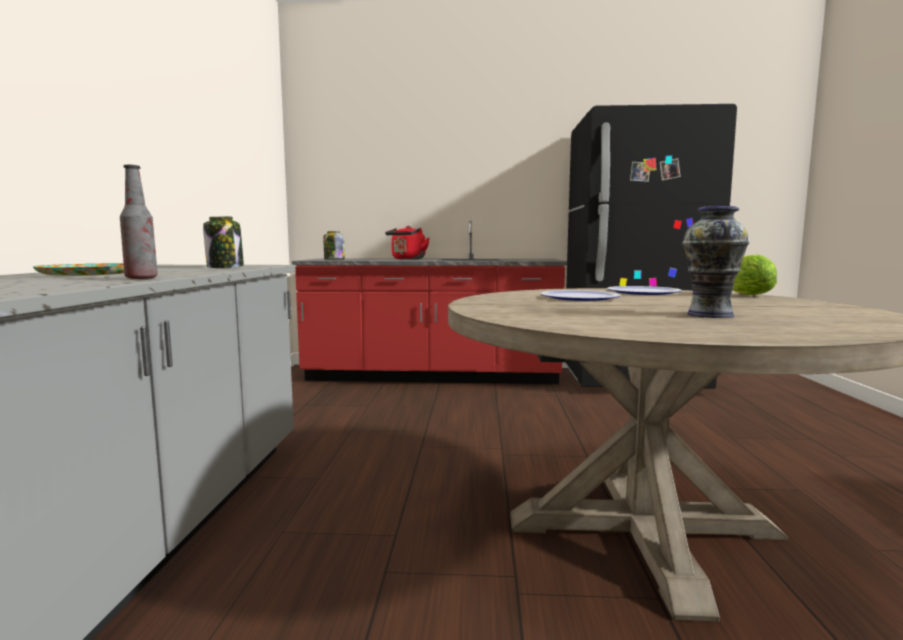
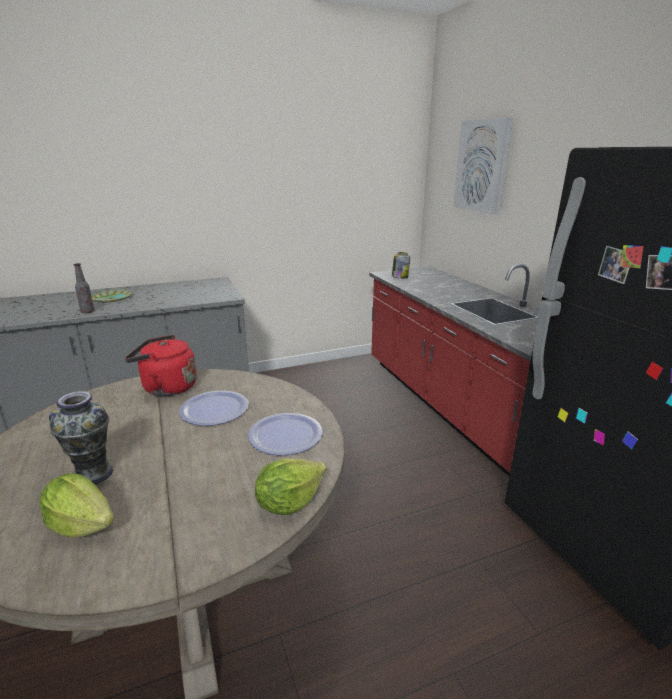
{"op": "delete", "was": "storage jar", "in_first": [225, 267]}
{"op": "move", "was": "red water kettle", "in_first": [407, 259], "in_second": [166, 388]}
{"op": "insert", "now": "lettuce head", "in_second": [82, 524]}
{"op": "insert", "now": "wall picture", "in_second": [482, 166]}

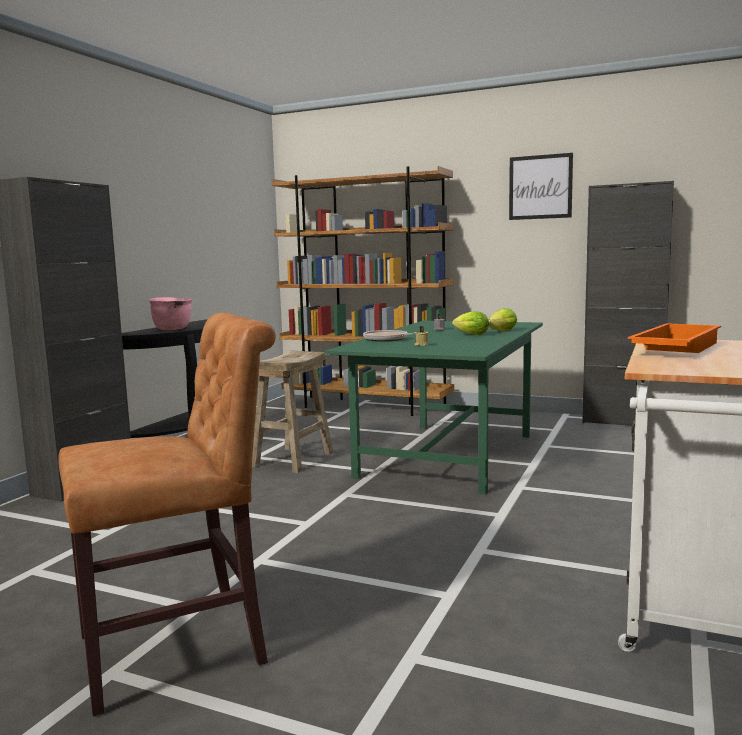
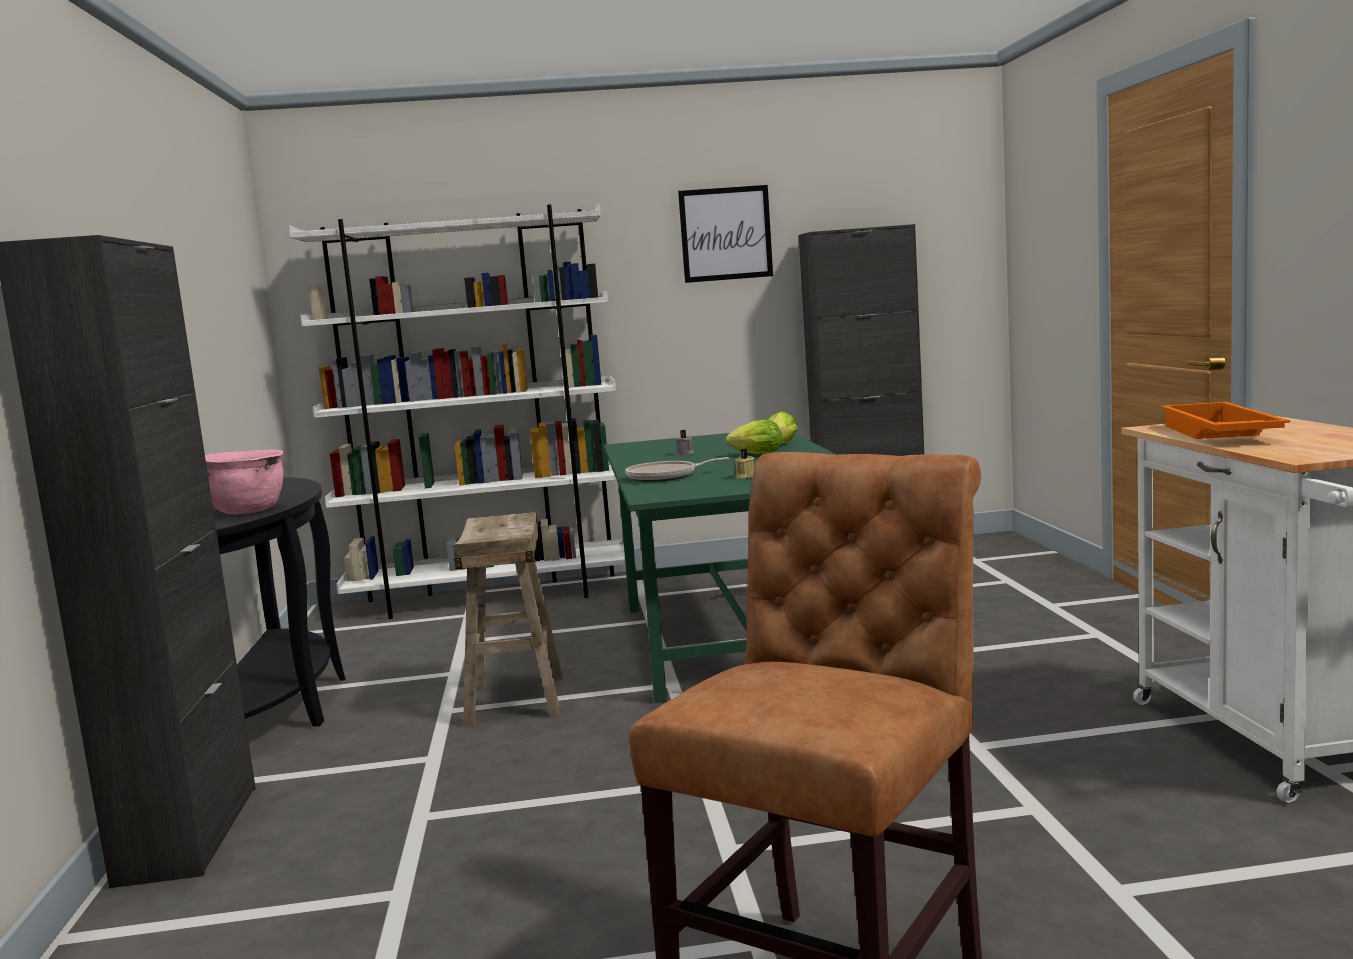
{"op": "recolor", "was": "brown-coloured bookshelf", "now": "white bookshelf", "in_first": [367, 406], "in_second": [492, 597]}

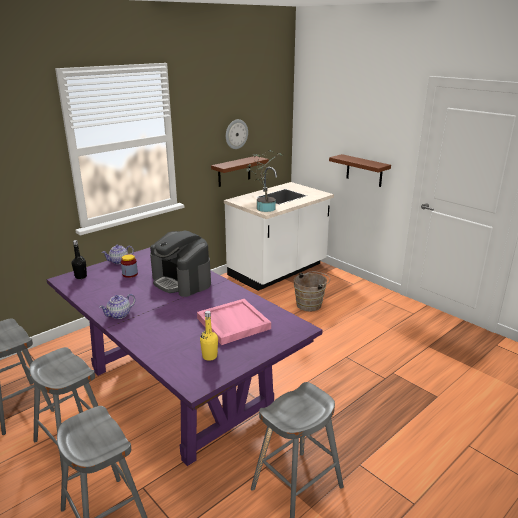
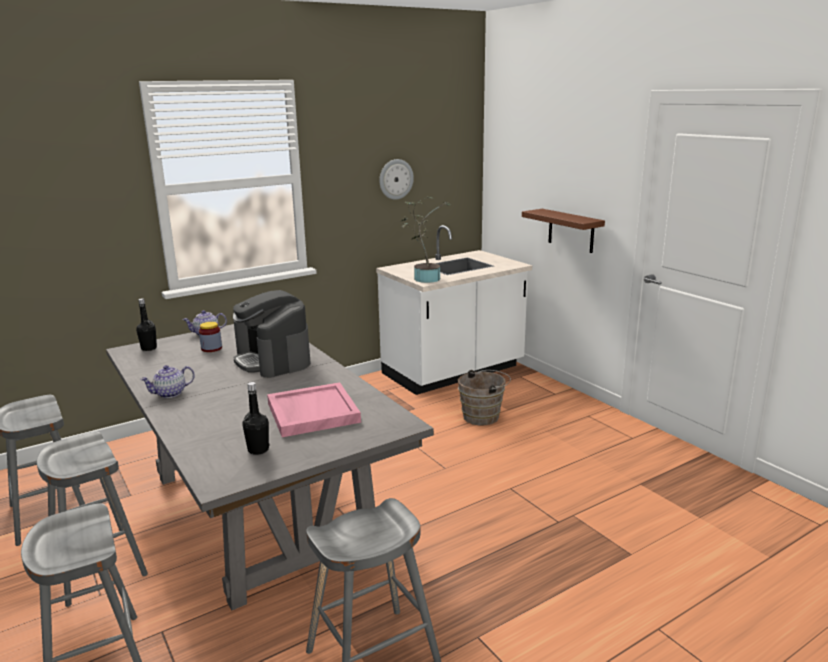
{"op": "recolor", "was": "purplish dinner table", "now": "gray dinner table", "in_first": [180, 390], "in_second": [261, 512]}
{"op": "recolor", "was": "yellow bottle", "now": "blackish bottle", "in_first": [209, 356], "in_second": [258, 450]}
{"op": "delete", "was": "brown-coloured bracket shelf", "in_first": [234, 171]}

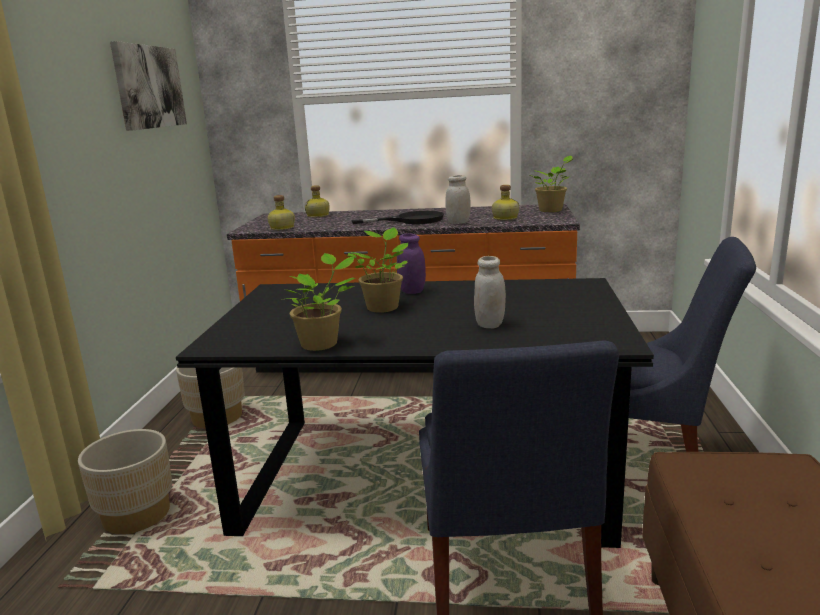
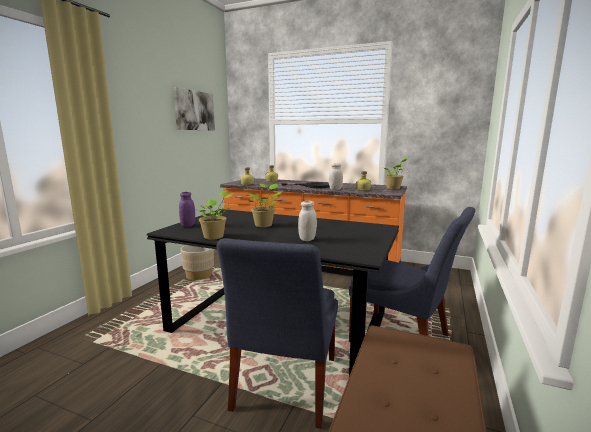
{"op": "delete", "was": "beige planter", "in_first": [136, 515]}
{"op": "move", "was": "purplish storage jar", "in_first": [412, 291], "in_second": [188, 225]}

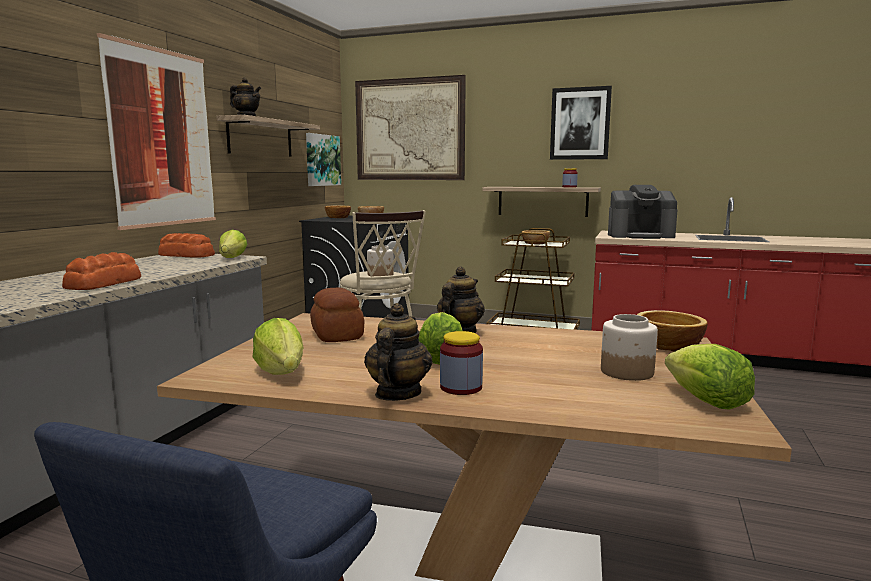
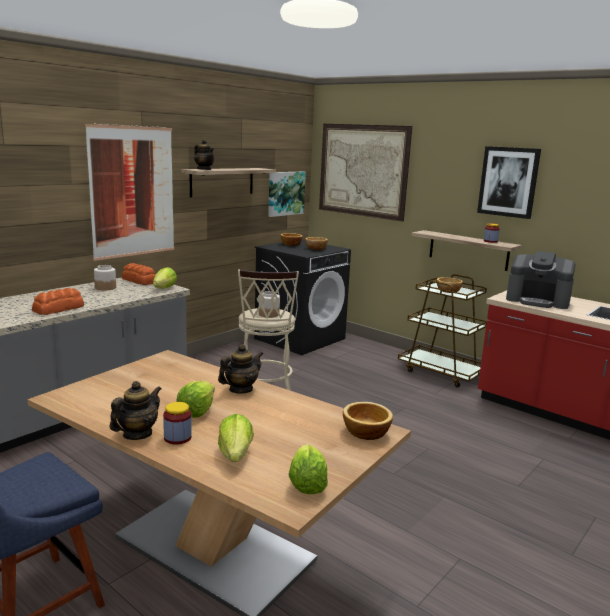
{"op": "move", "was": "lettuce head", "in_first": [282, 372], "in_second": [235, 455]}
{"op": "delete", "was": "baked bread", "in_first": [338, 334]}
{"op": "move", "was": "storage jar", "in_first": [626, 372], "in_second": [105, 287]}

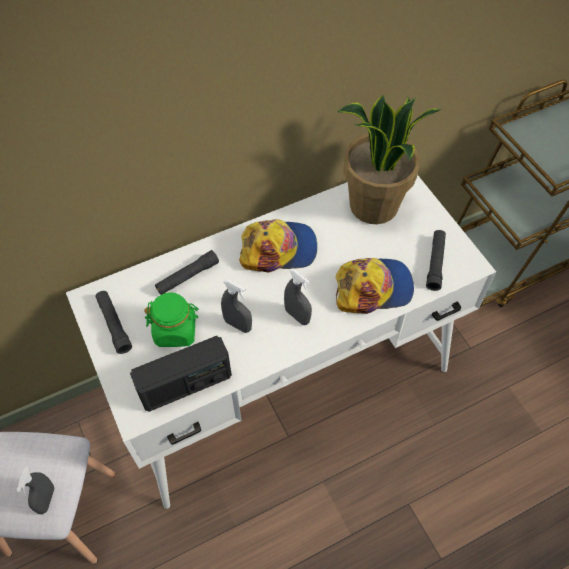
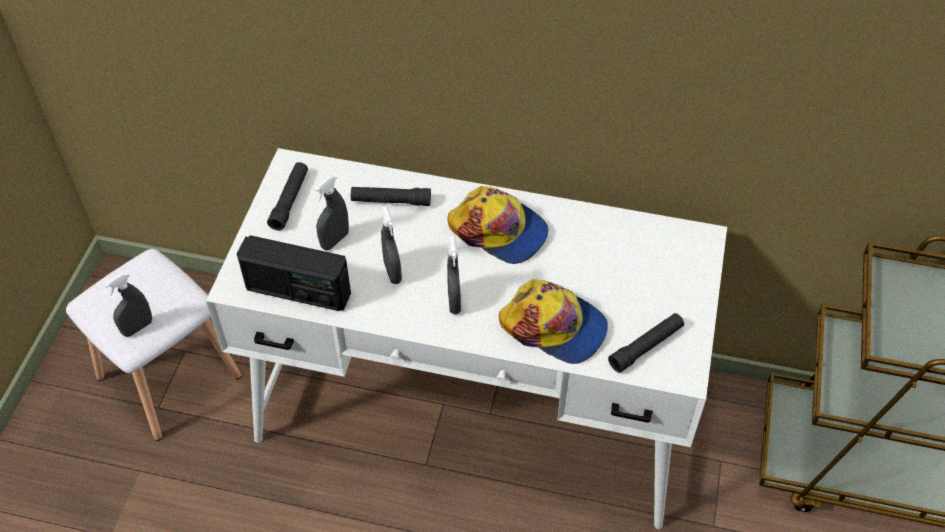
{"op": "replace", "was": "green-coloured storage jar", "now": "gray hand sprayer", "in_first": [176, 330], "in_second": [335, 240]}
{"op": "delete", "was": "potted plant", "in_first": [373, 206]}

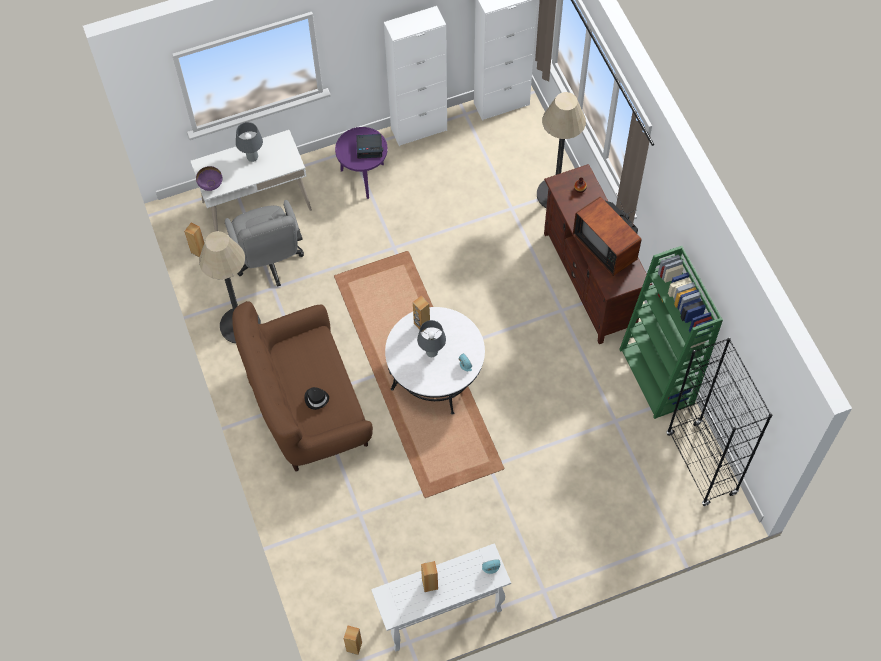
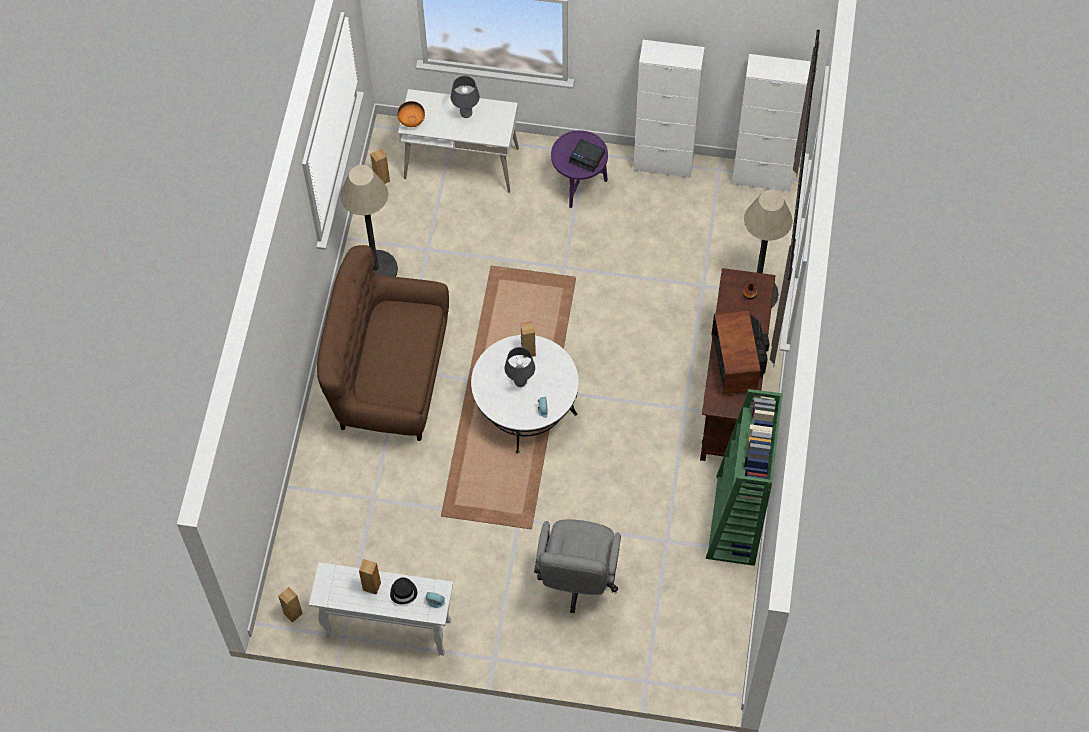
{"op": "recolor", "was": "purplish serving bowl", "now": "orangey serving bowl", "in_first": [211, 185], "in_second": [411, 122]}
{"op": "move", "was": "gray computer chair", "in_first": [270, 262], "in_second": [577, 581]}
{"op": "move", "was": "blackish wearable hat", "in_first": [316, 398], "in_second": [403, 592]}
{"op": "delete", "was": "blackish bookshelf", "in_first": [701, 464]}

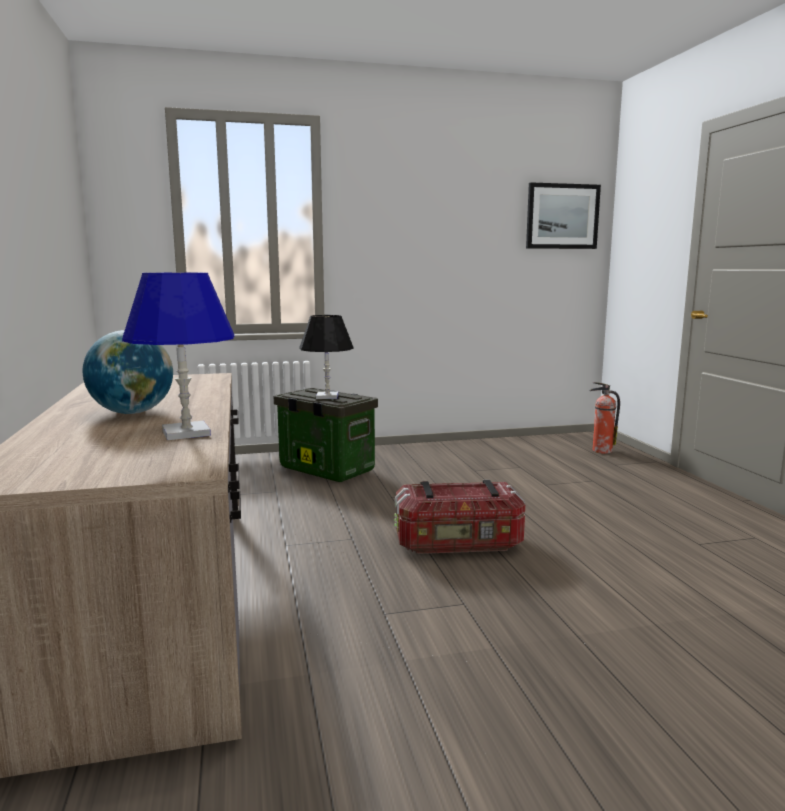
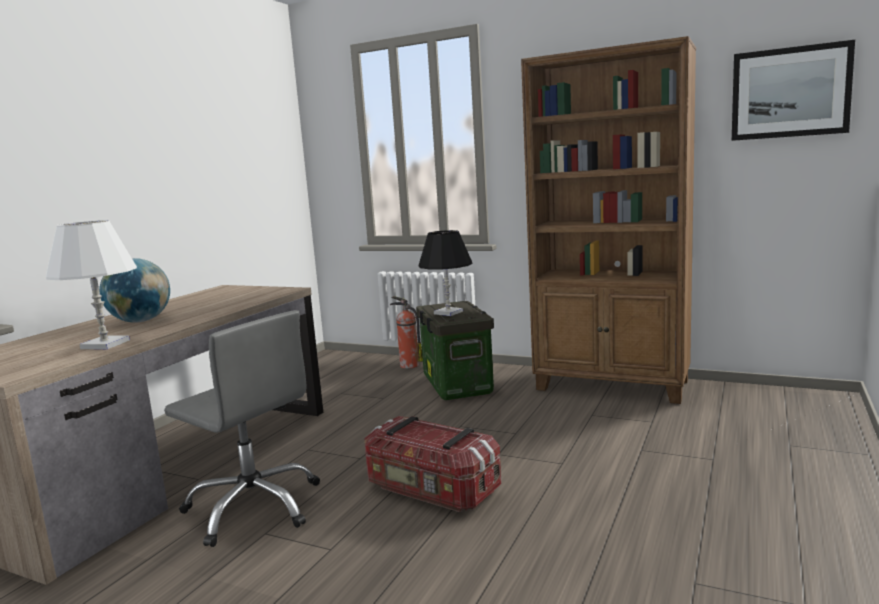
{"op": "recolor", "was": "bluish lamp for a table", "now": "white lamp for a table", "in_first": [186, 433], "in_second": [105, 344]}
{"op": "move", "was": "fire extinguisher", "in_first": [601, 451], "in_second": [408, 365]}
{"op": "insert", "now": "gray computer chair", "in_second": [254, 506]}
{"op": "insert", "now": "brown-coloured bookshelf", "in_second": [612, 385]}

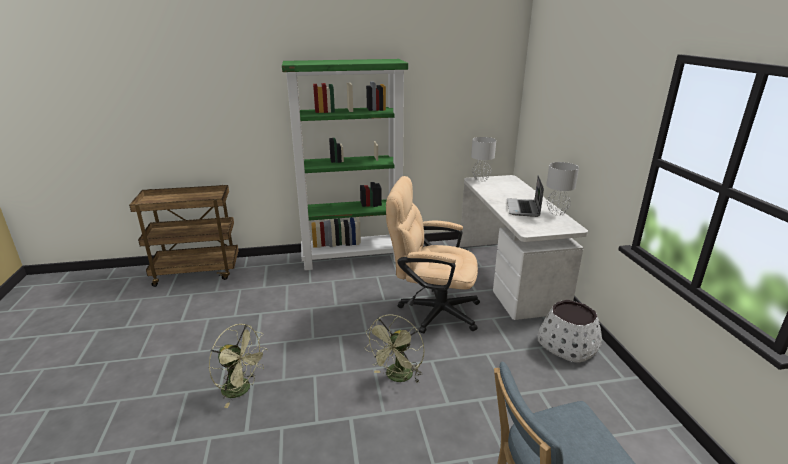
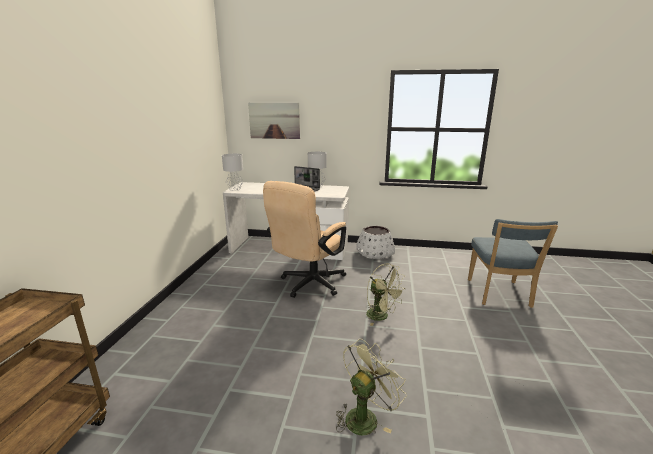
{"op": "delete", "was": "green-coloured bookshelf", "in_first": [353, 258]}
{"op": "insert", "now": "wall picture", "in_second": [274, 120]}

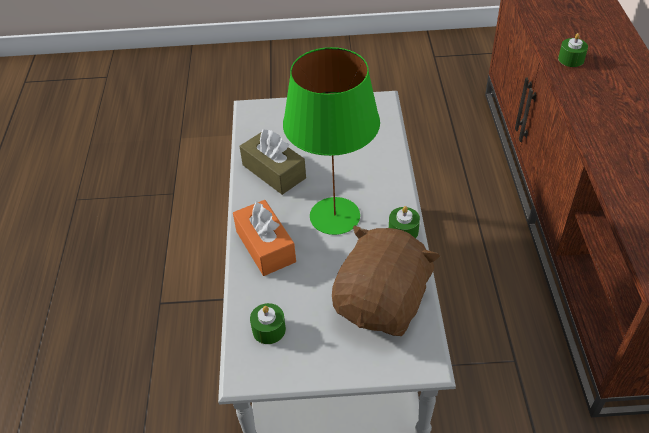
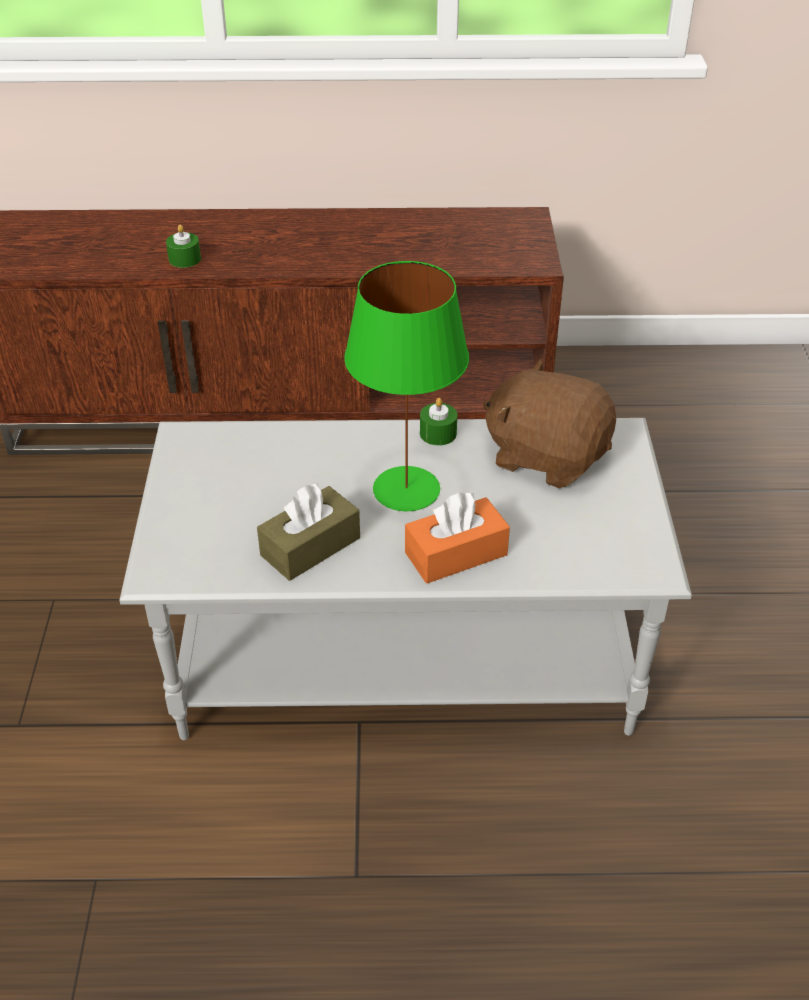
{"op": "delete", "was": "green-coloured wax candle", "in_first": [269, 329]}

